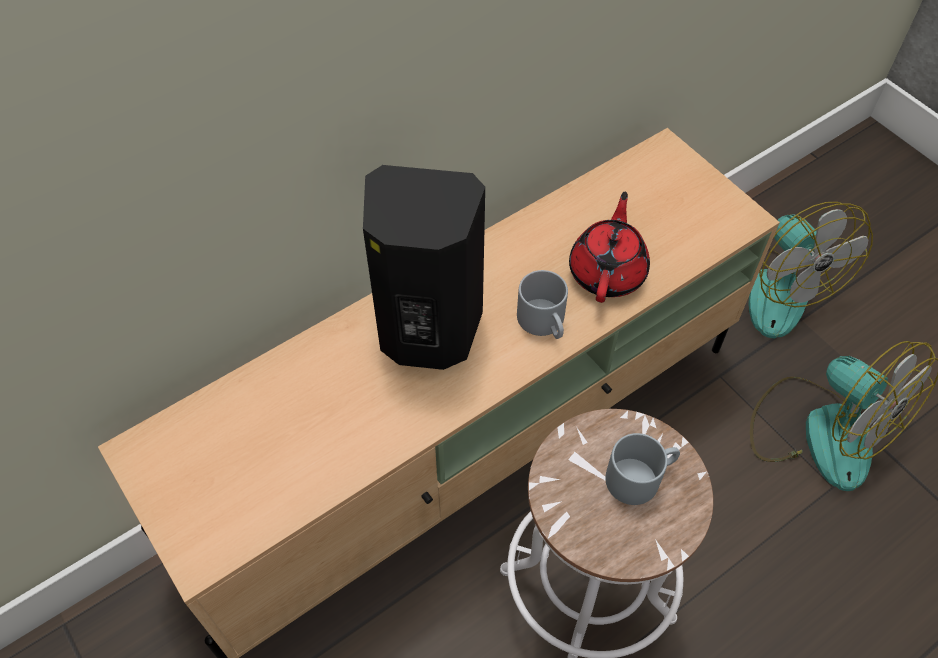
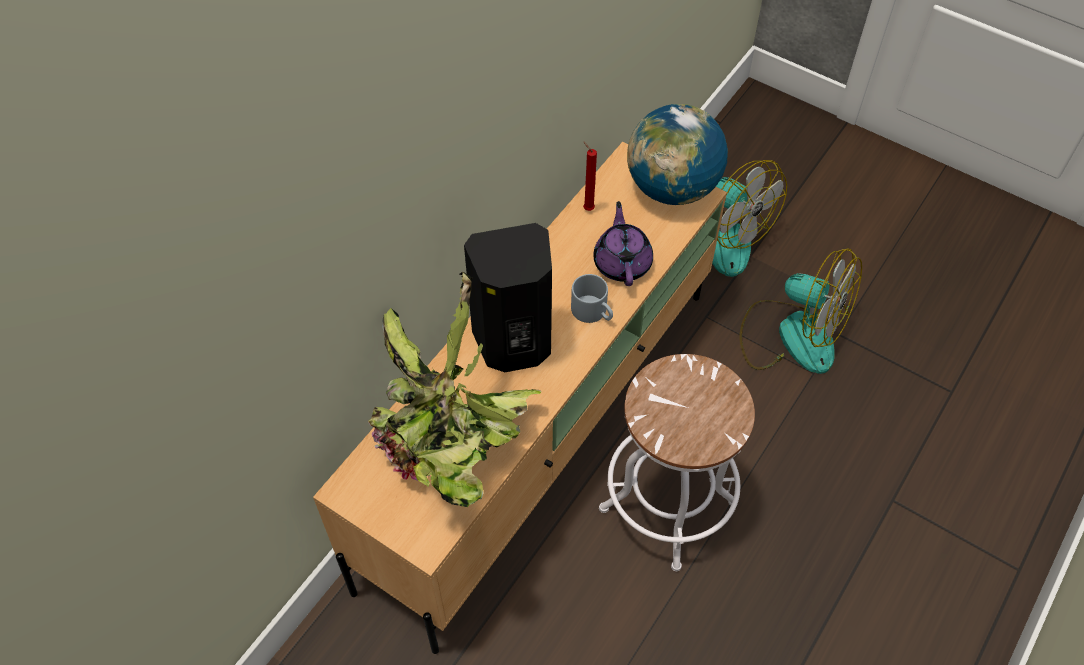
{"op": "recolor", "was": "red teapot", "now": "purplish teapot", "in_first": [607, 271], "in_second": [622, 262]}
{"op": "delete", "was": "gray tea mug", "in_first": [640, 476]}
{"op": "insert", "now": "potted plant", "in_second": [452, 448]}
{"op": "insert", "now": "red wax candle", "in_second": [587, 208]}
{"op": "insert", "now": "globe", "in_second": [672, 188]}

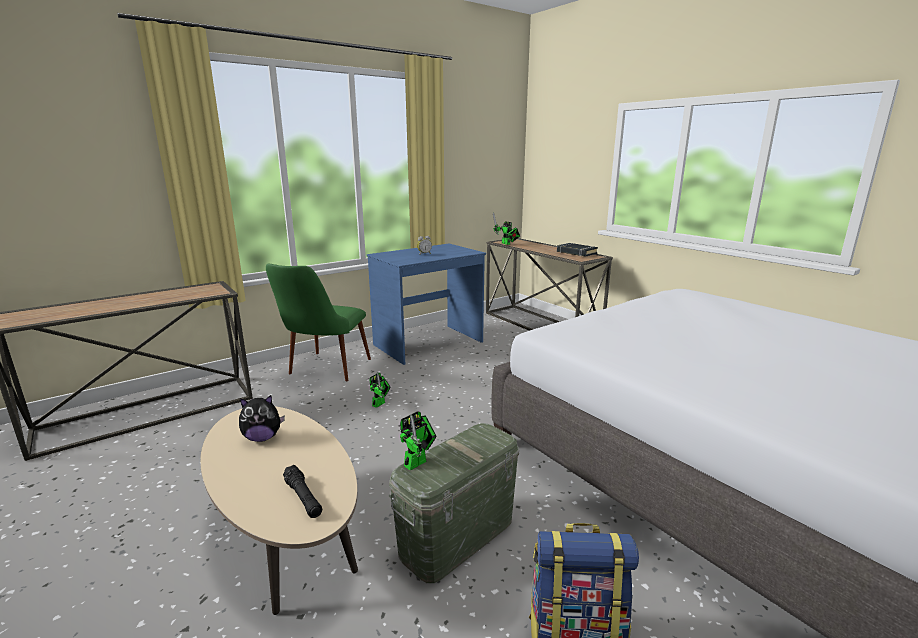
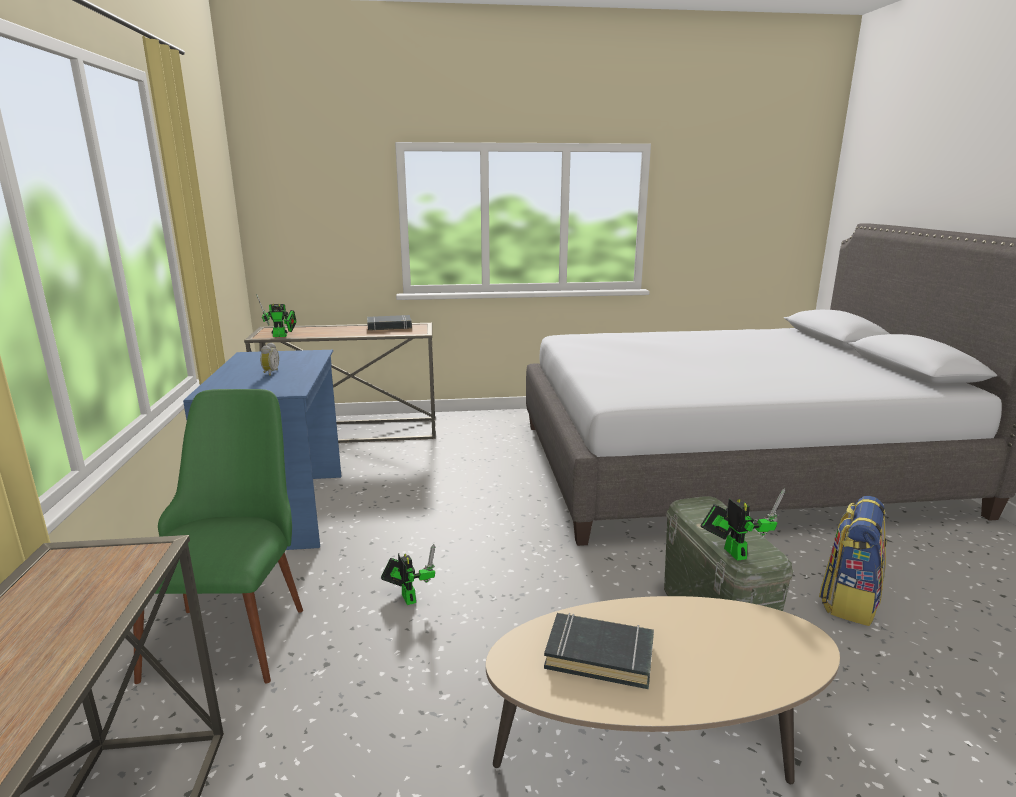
{"op": "replace", "was": "cuddly toy", "now": "blackish volume", "in_first": [262, 438], "in_second": [599, 655]}
{"op": "rotate", "was": "green-coloured plain chair", "in_first": [324, 372], "in_second": [236, 625], "clockwise": -135}
{"op": "delete", "was": "blackish hand torch", "in_first": [303, 498]}

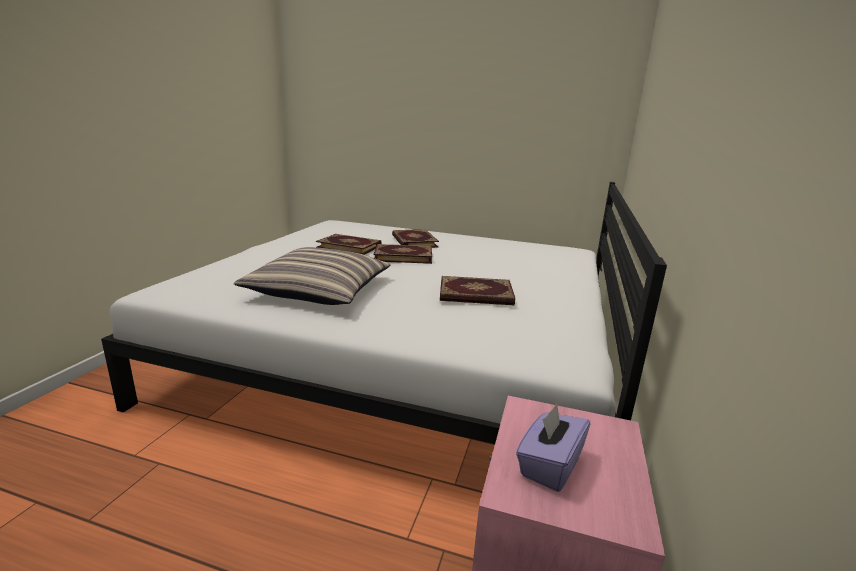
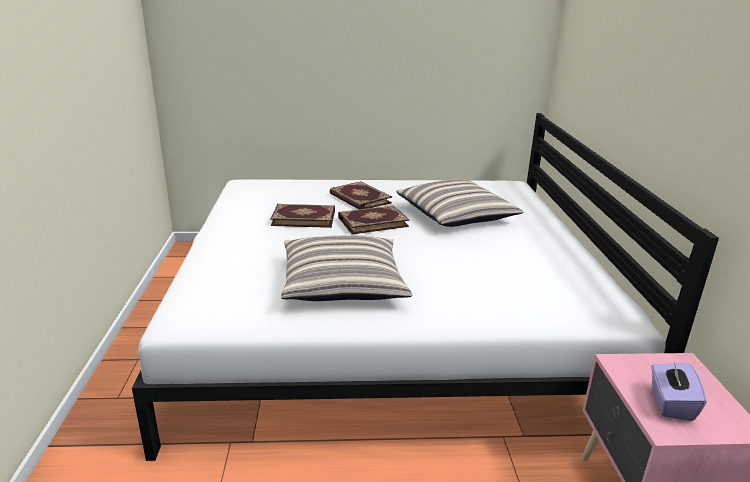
{"op": "delete", "was": "volume", "in_first": [475, 295]}
{"op": "insert", "now": "pillow", "in_second": [456, 215]}

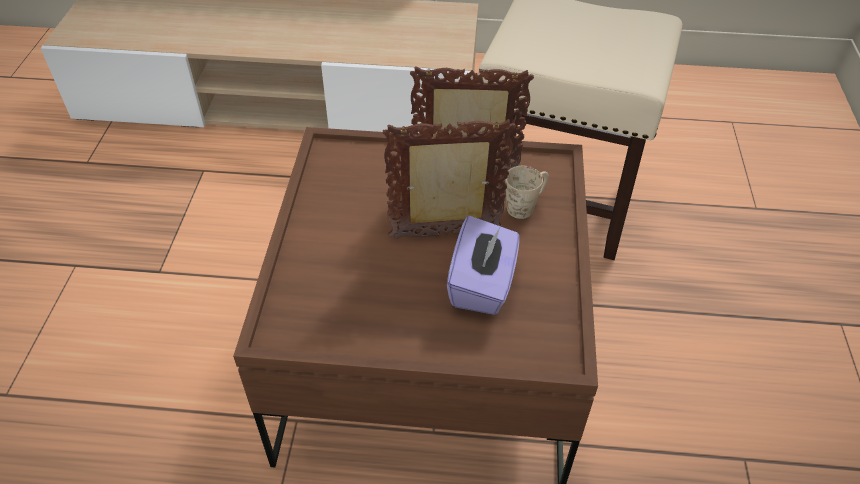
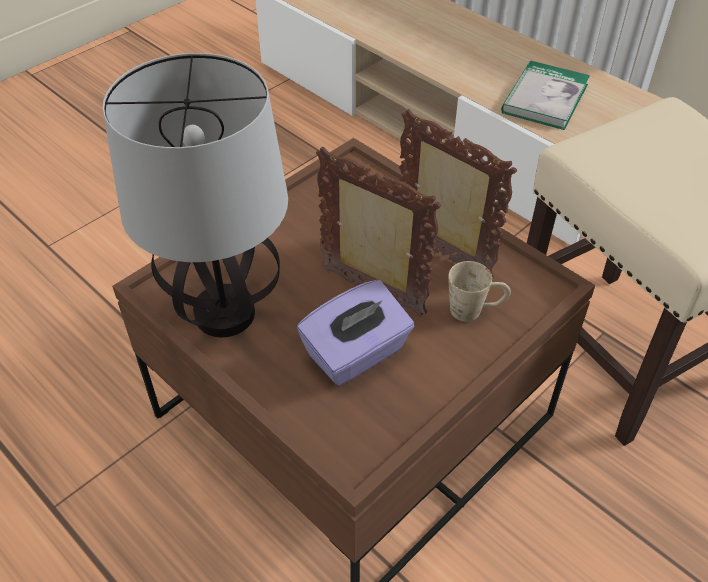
{"op": "insert", "now": "lamp for a table", "in_second": [224, 315]}
{"op": "insert", "now": "volume", "in_second": [545, 98]}

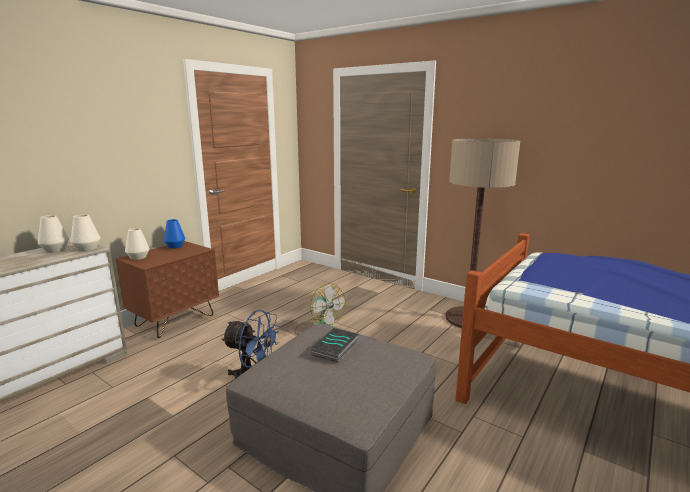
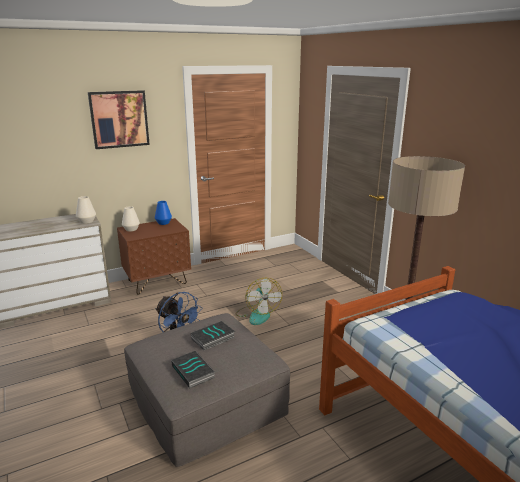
{"op": "delete", "was": "white flower vase", "in_first": [55, 250]}
{"op": "insert", "now": "wall picture", "in_second": [119, 119]}
{"op": "insert", "now": "volume", "in_second": [194, 372]}

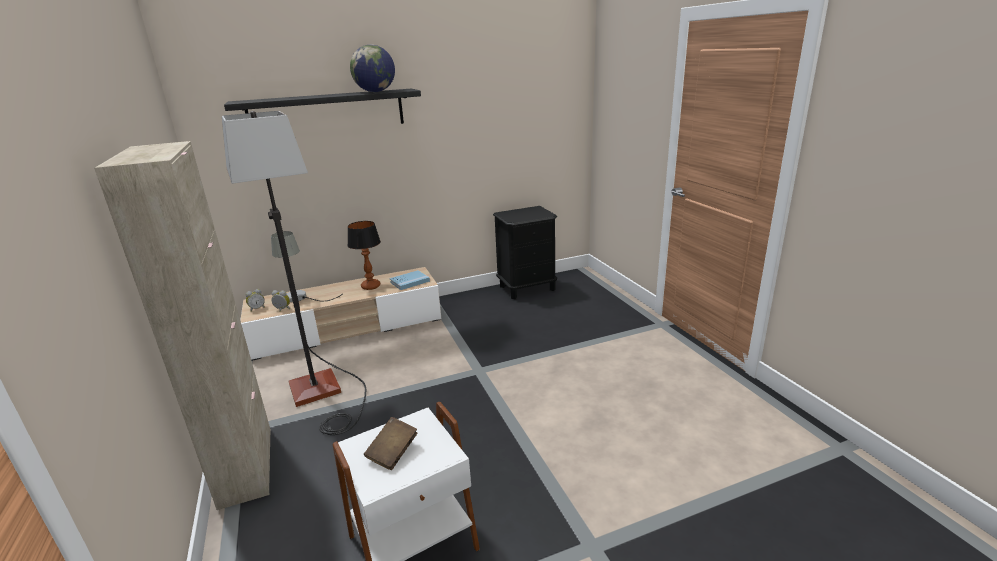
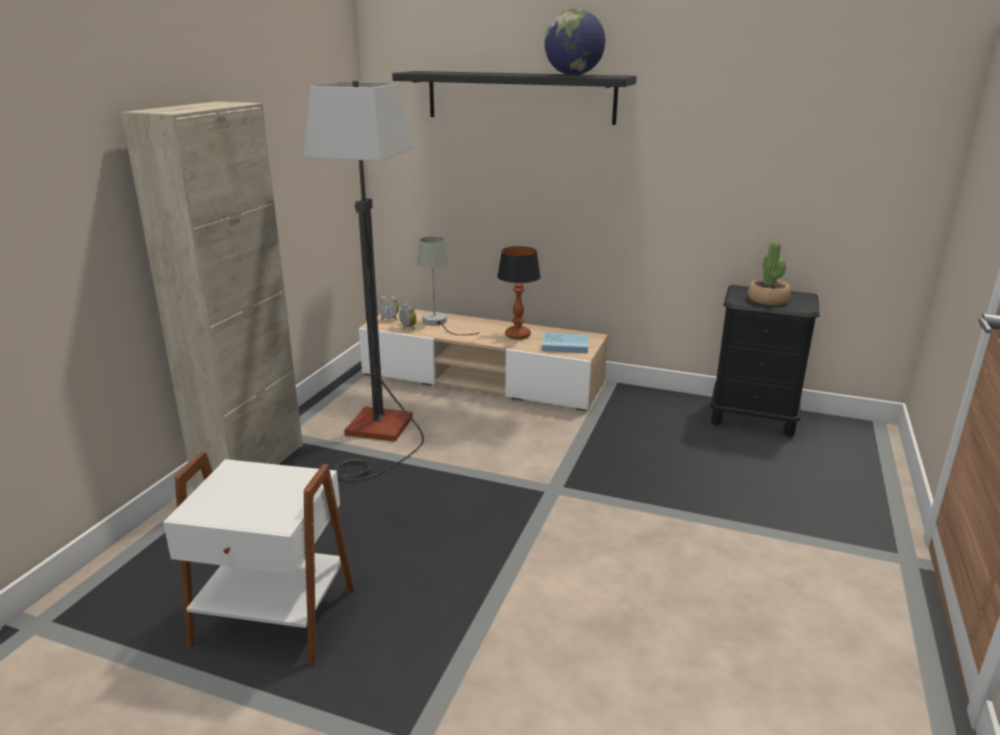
{"op": "delete", "was": "brown-coloured volume", "in_first": [393, 453]}
{"op": "insert", "now": "potted plant", "in_second": [768, 300]}

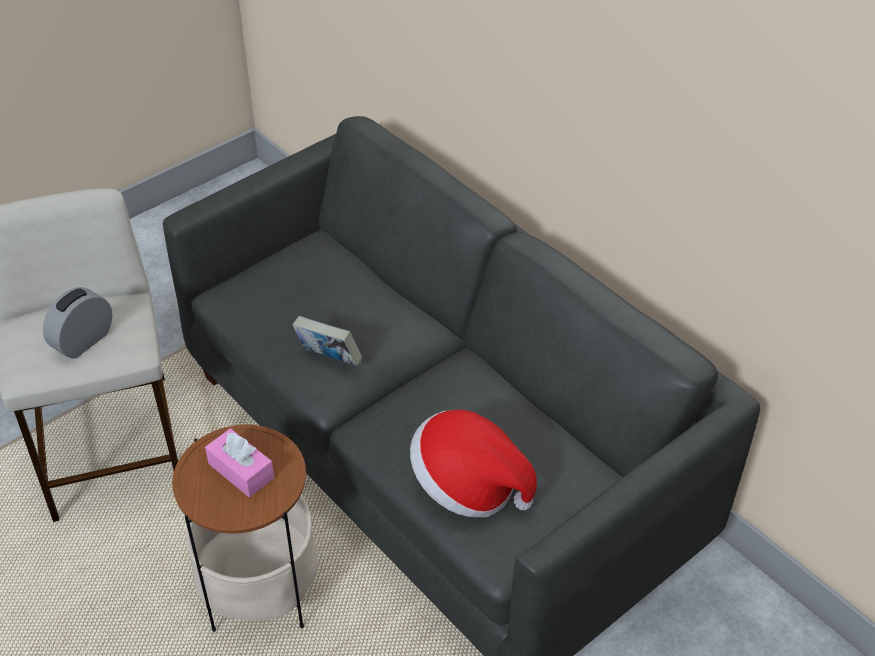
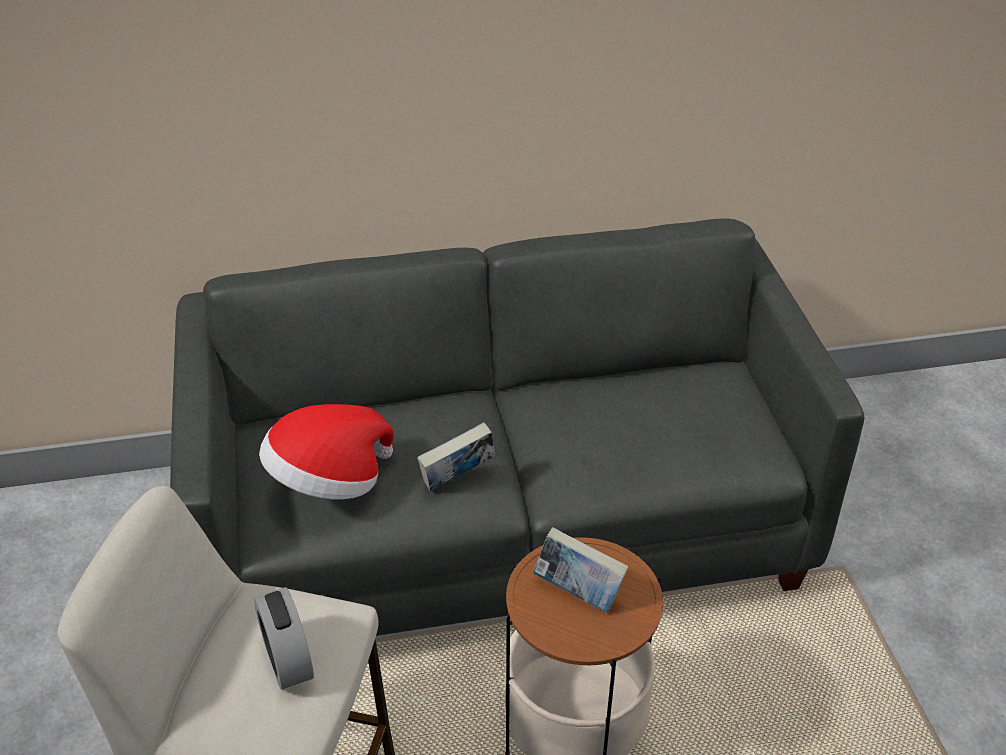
{"op": "replace", "was": "pink-coloured tissue box", "now": "volume", "in_first": [241, 471], "in_second": [578, 593]}
{"op": "move", "was": "wearable hat", "in_first": [468, 485], "in_second": [329, 482]}

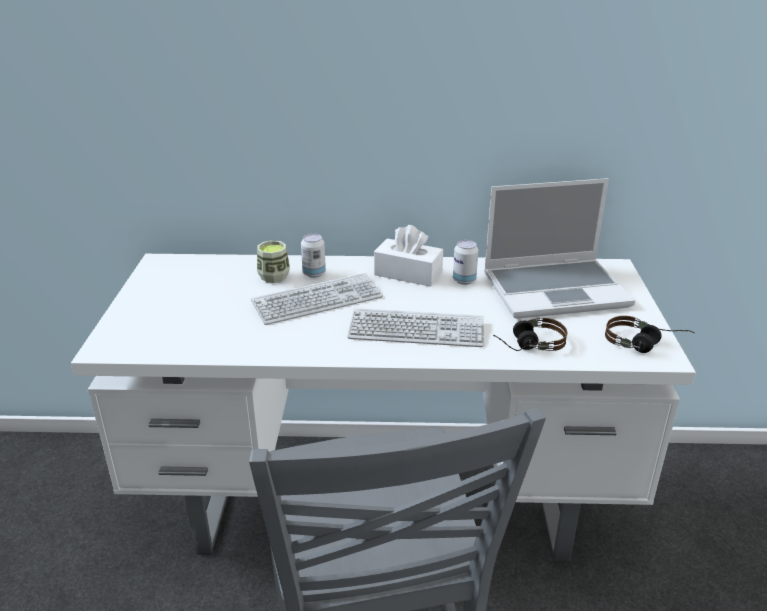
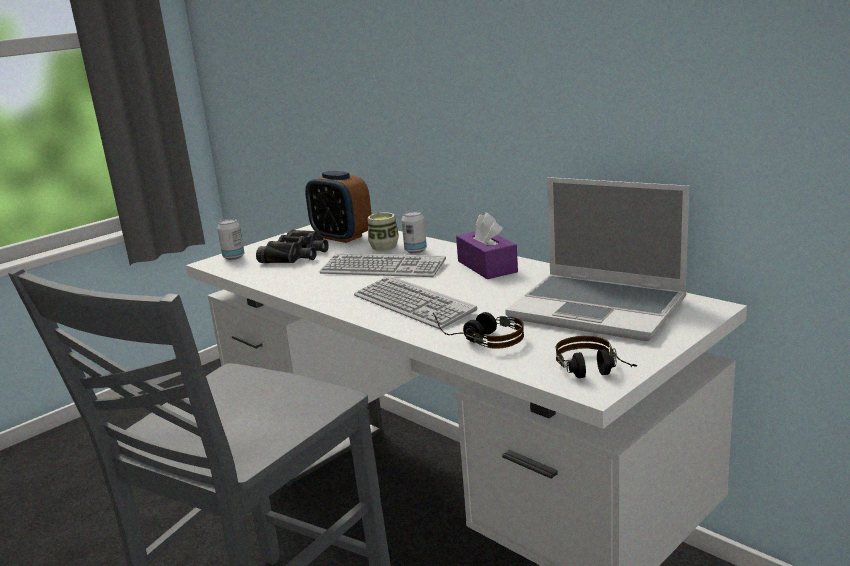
{"op": "recolor", "was": "white tissue box", "now": "purplish tissue box", "in_first": [408, 274], "in_second": [487, 266]}
{"op": "move", "was": "can", "in_first": [464, 280], "in_second": [234, 257]}
{"op": "insert", "now": "blackish pair of binoculars", "in_second": [297, 254]}
{"op": "insert", "now": "alarm clock", "in_second": [341, 237]}

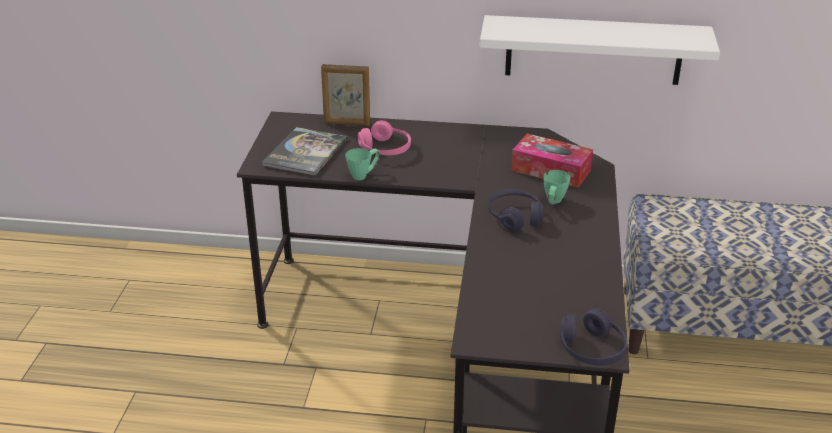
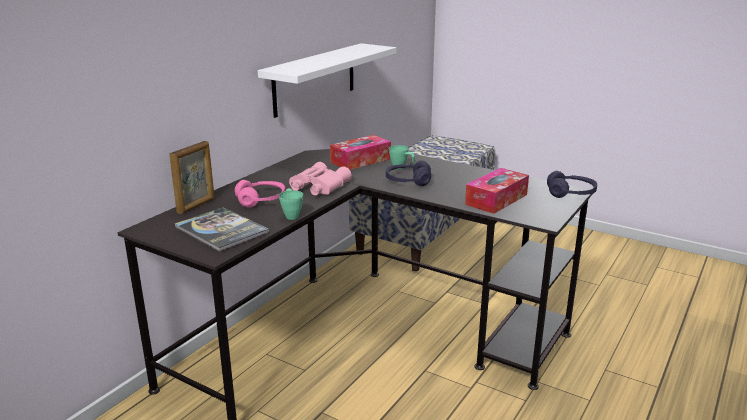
{"op": "insert", "now": "pink-coloured pair of binoculars", "in_second": [317, 186]}
{"op": "insert", "now": "tissue box", "in_second": [496, 199]}

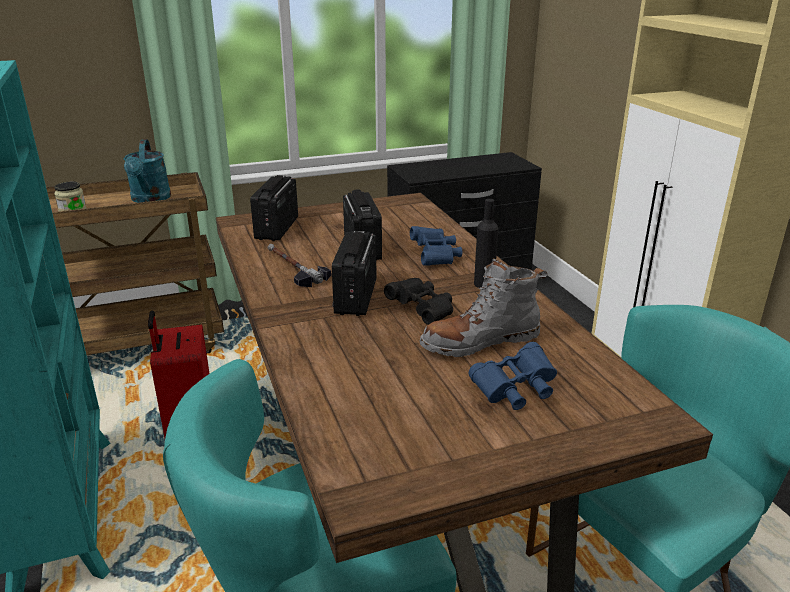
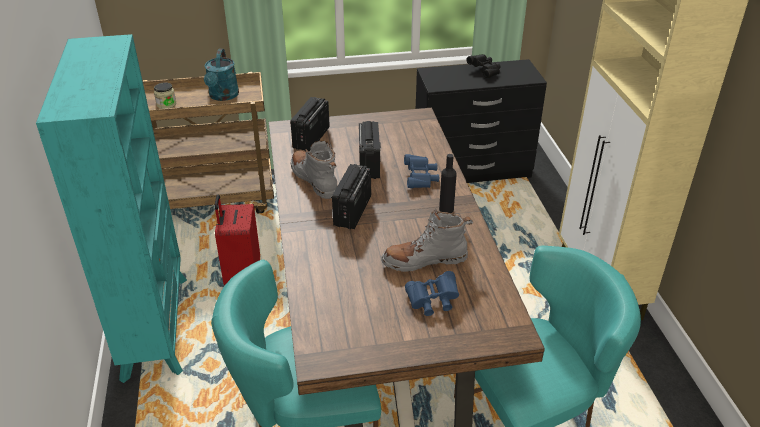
{"op": "replace", "was": "hand hammer", "now": "gray tall boot", "in_first": [293, 268], "in_second": [315, 180]}
{"op": "move", "was": "blackish pair of binoculars", "in_first": [422, 311], "in_second": [485, 71]}

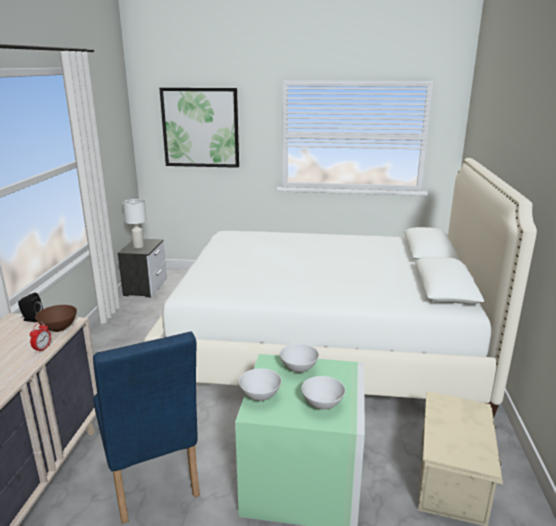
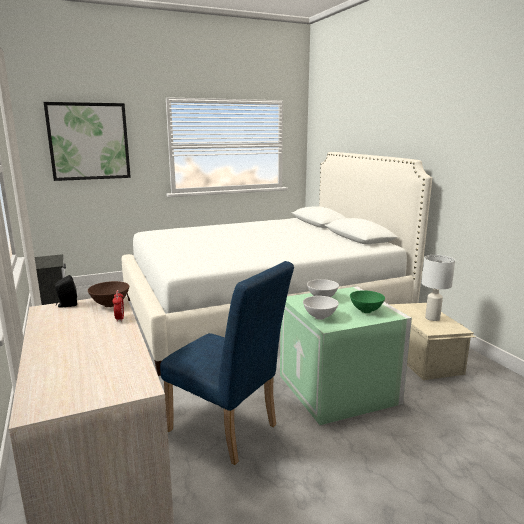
{"op": "move", "was": "white lamp for a table", "in_first": [138, 246], "in_second": [432, 318]}
{"op": "recolor", "was": "white serving bowl", "now": "green-coloured serving bowl", "in_first": [322, 405], "in_second": [365, 311]}

